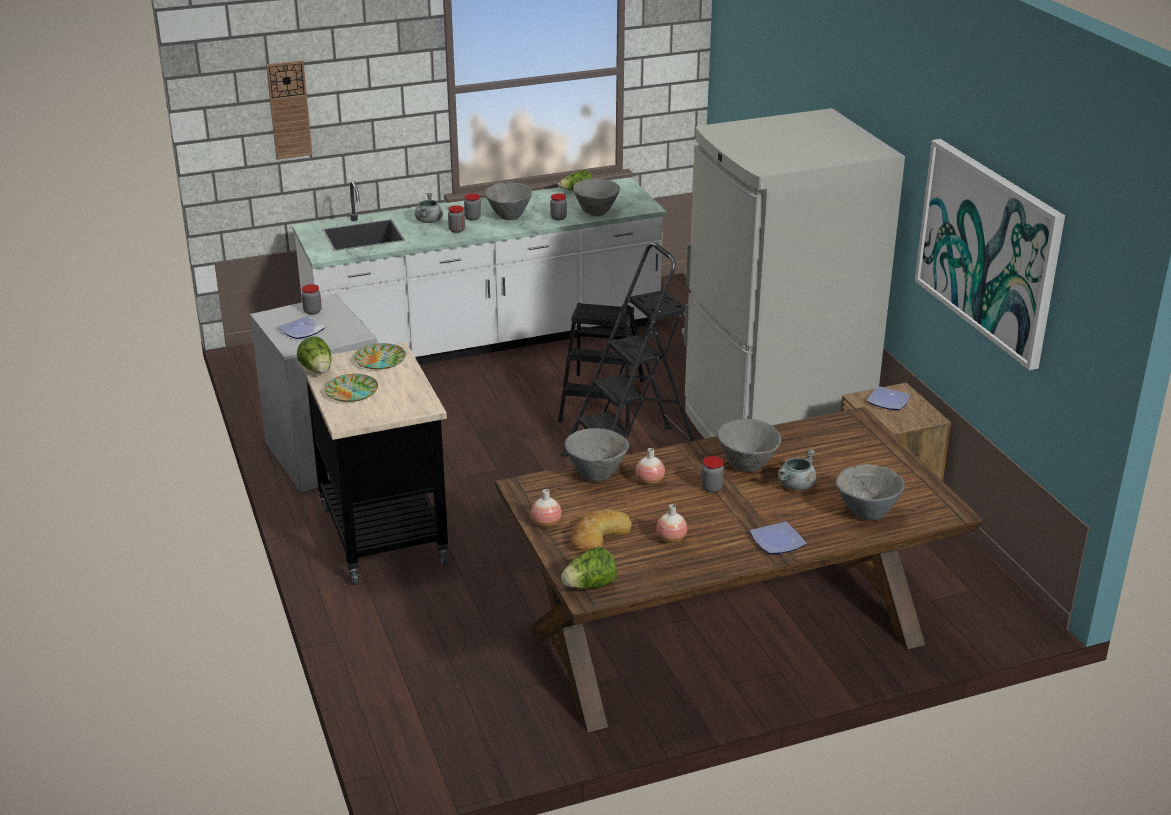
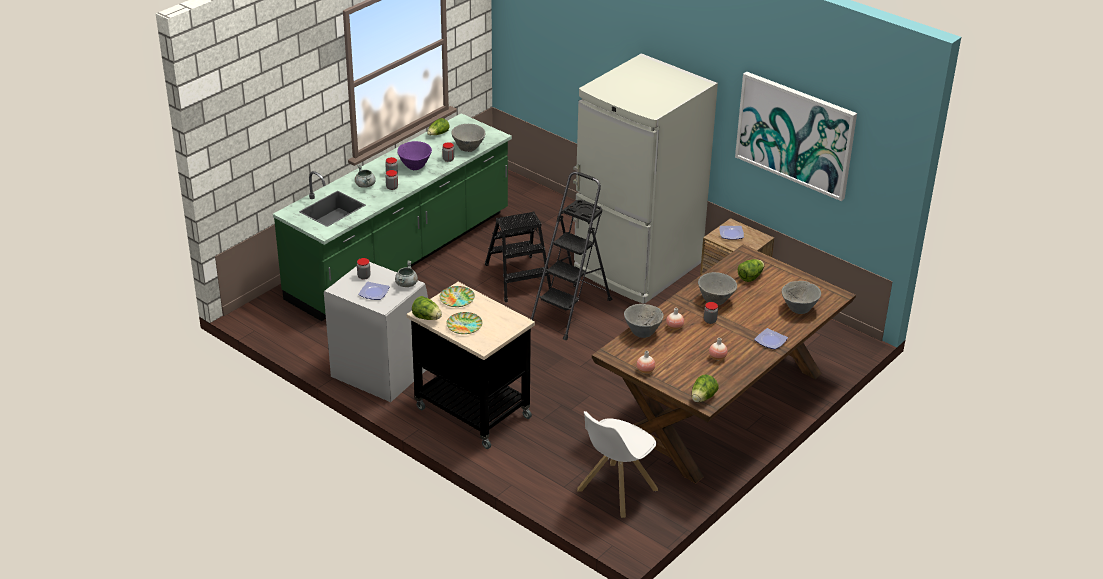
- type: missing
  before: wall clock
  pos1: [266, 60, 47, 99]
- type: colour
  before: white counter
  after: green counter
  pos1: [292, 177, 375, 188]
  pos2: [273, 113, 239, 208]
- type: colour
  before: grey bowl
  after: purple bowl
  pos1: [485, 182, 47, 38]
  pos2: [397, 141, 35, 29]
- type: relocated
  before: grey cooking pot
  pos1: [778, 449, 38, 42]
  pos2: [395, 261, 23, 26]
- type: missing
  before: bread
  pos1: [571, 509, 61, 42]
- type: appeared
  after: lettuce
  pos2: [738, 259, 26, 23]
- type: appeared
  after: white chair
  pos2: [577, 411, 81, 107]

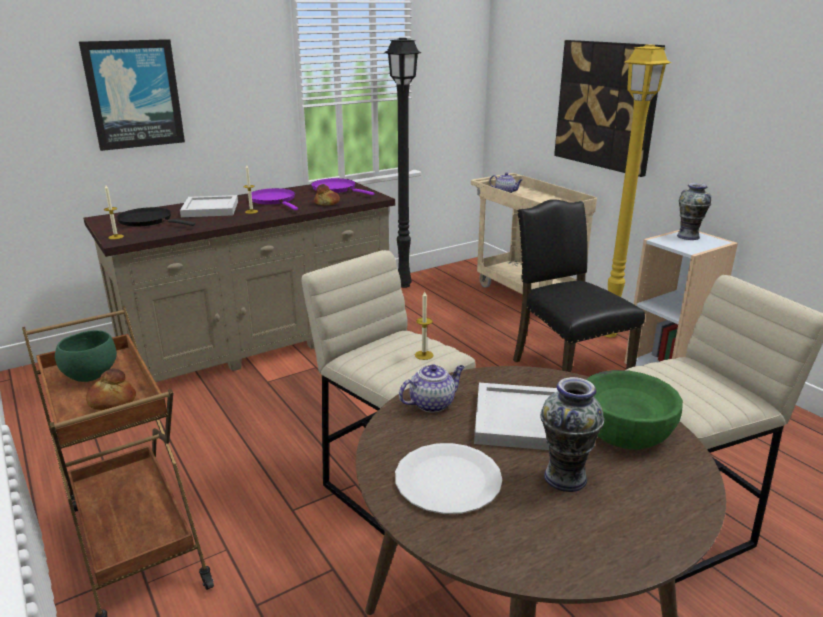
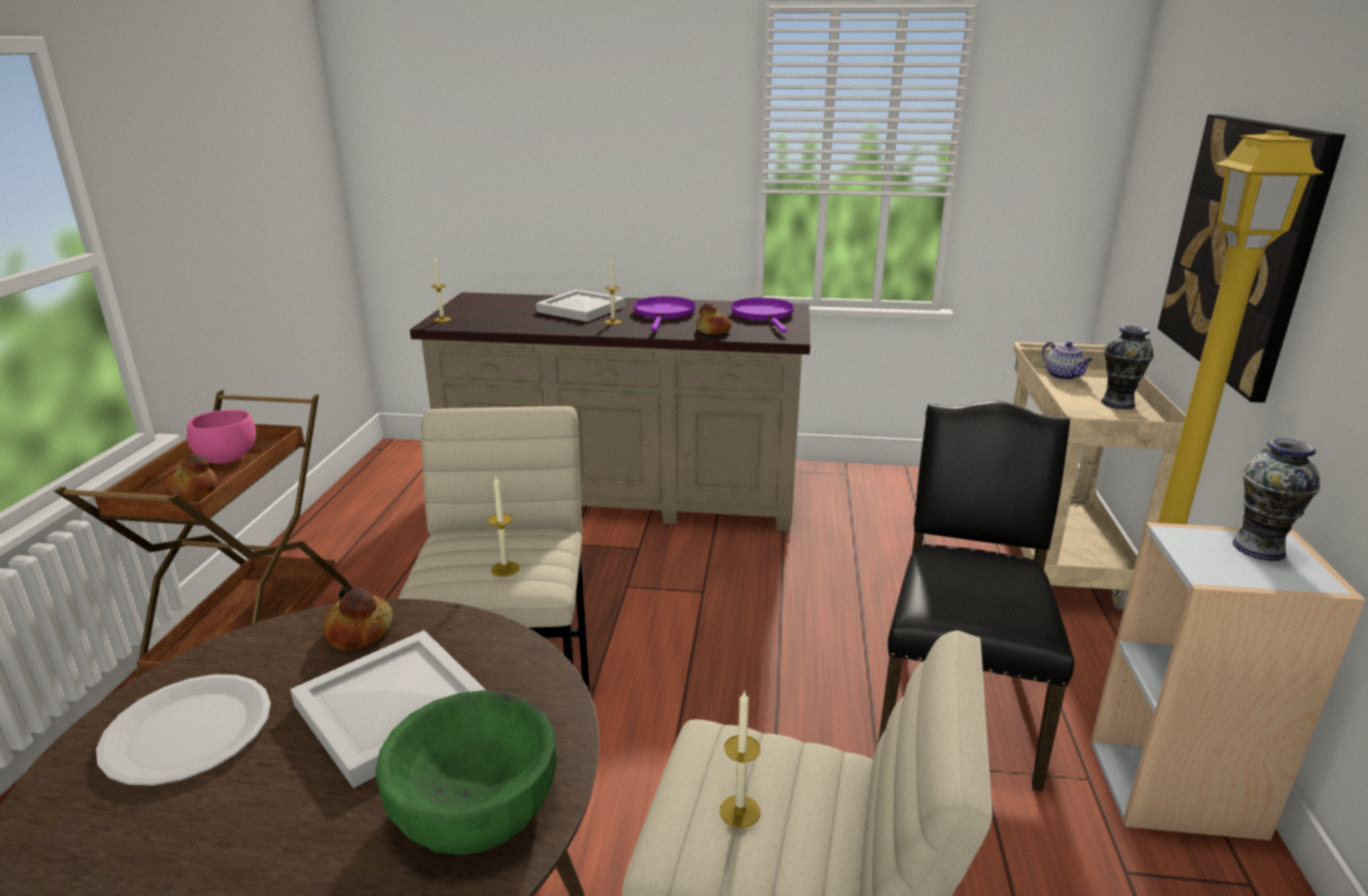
- type: missing
  before: black floor lamp
  pos1: [384, 38, 38, 250]
- type: missing
  before: picture
  pos1: [79, 39, 106, 112]
- type: missing
  before: black frying pan
  pos1: [116, 207, 79, 20]
- type: colour
  before: green bowl
  after: pink bowl
  pos1: [55, 330, 62, 52]
  pos2: [187, 410, 69, 54]
- type: exchanged
  before: teapot
  after: bread
  pos1: [399, 364, 66, 49]
  pos2: [323, 588, 70, 62]
- type: relocated
  before: vase
  pos1: [540, 377, 64, 115]
  pos2: [1101, 325, 53, 84]
- type: appeared
  after: candle
  pos2: [720, 690, 40, 138]

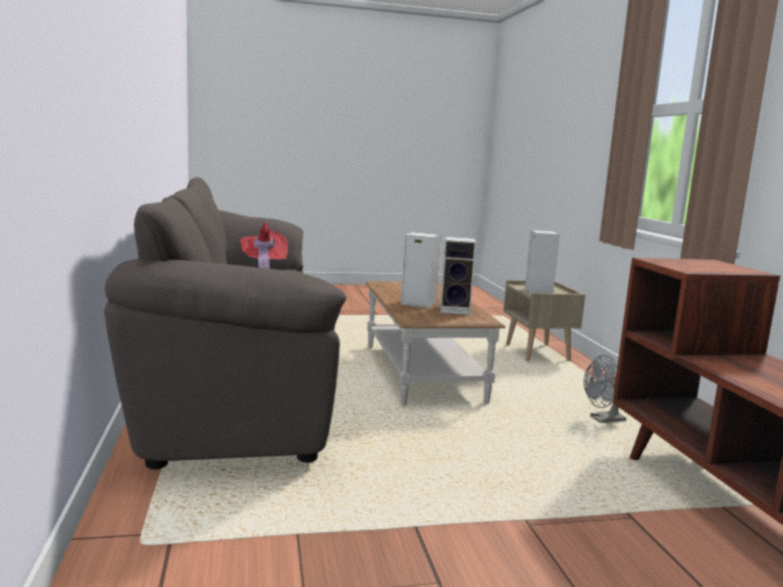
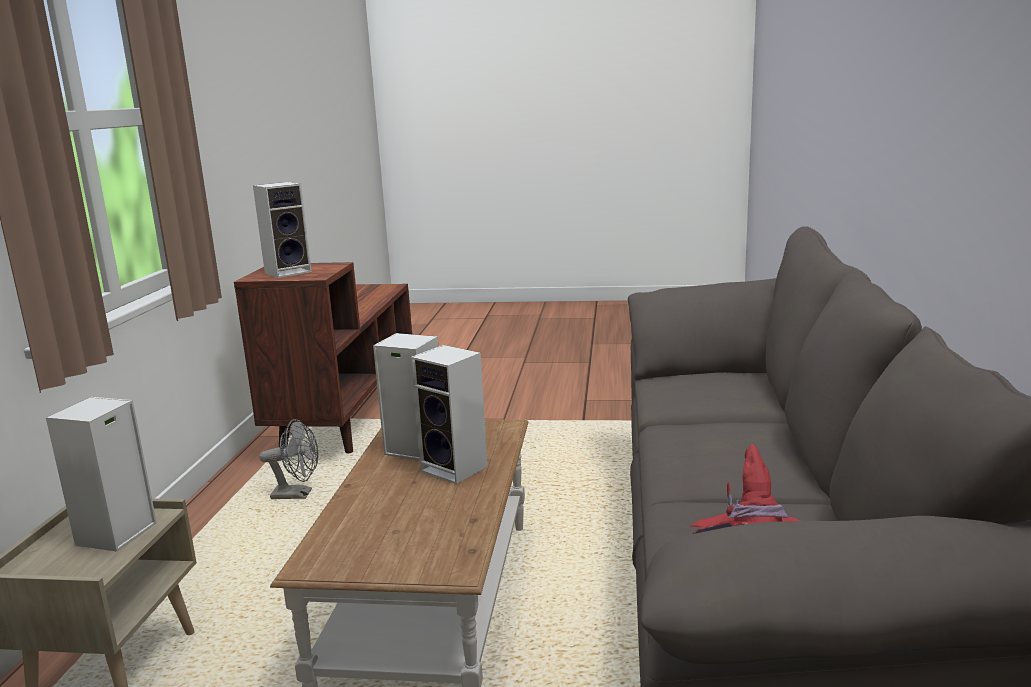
- type: appeared
  after: speaker
  pos2: [253, 182, 59, 96]

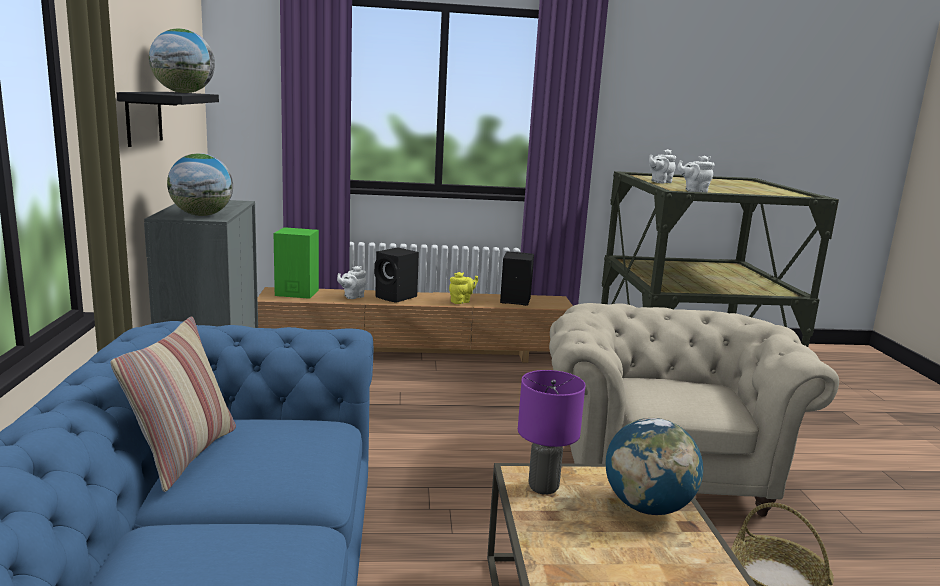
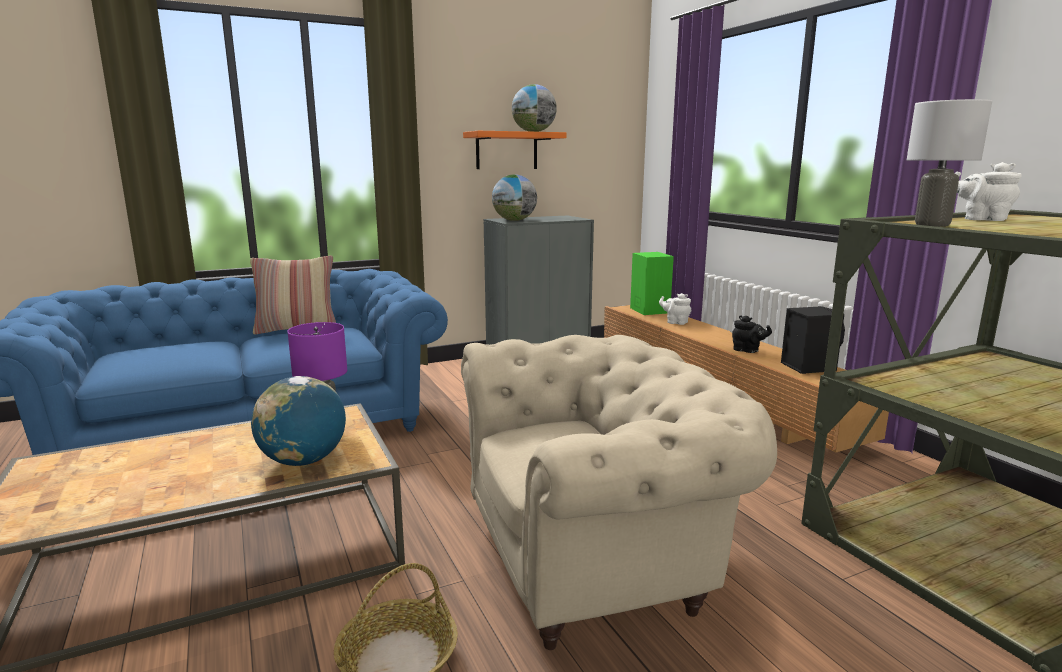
- type: colour
  before: black shelf
  after: orange shelf
  pos1: [117, 92, 102, 55]
  pos2: [463, 131, 104, 38]
- type: exchanged
  before: white teapot
  after: white table lamp
  pos1: [677, 155, 38, 37]
  pos2: [907, 99, 86, 128]
- type: missing
  before: black speaker
  pos1: [374, 247, 45, 56]
- type: colour
  before: yellow teapot
  after: black teapot
  pos1: [449, 272, 29, 32]
  pos2: [732, 315, 40, 38]

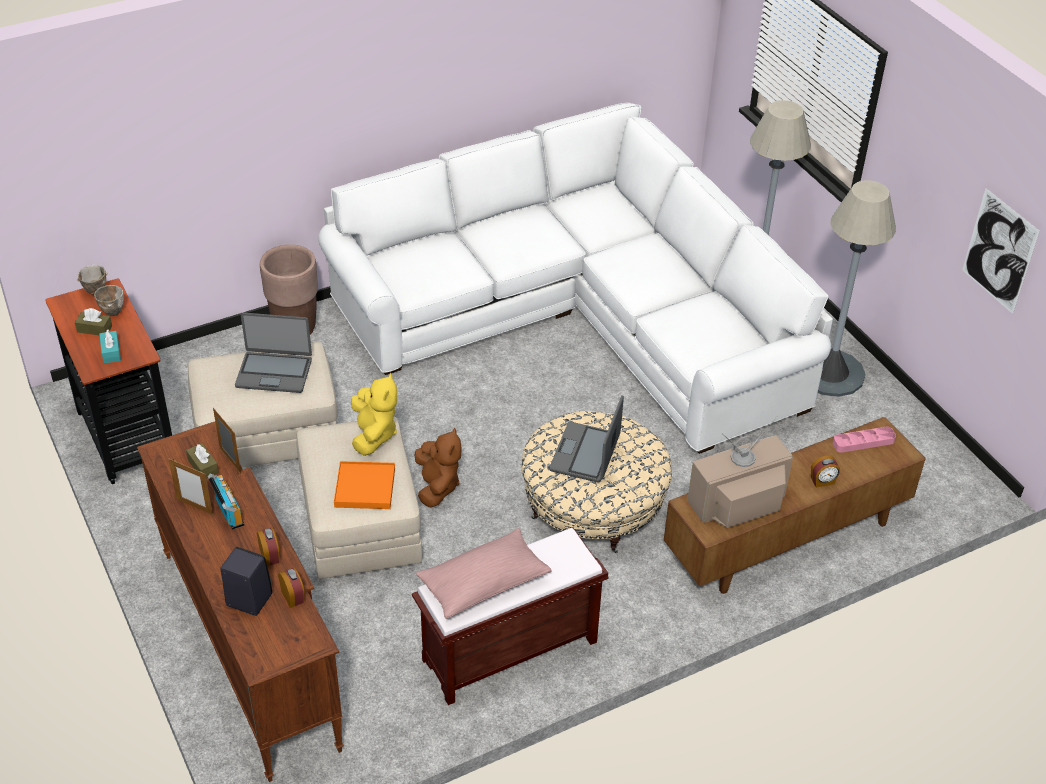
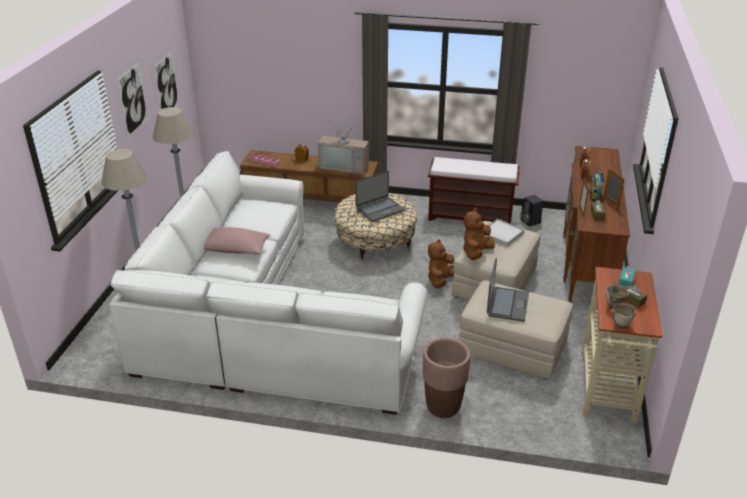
- type: colour
  before: black cart
  after: beige cart
  pos1: [45, 279, 127, 205]
  pos2: [582, 267, 80, 156]
- type: spun
  before: laptop
  pos1: [235, 313, 77, 80]
  pos2: [487, 258, 42, 64]
  turn: 60
- type: colour
  before: yellow plush toy
  after: brown plush toy
  pos1: [351, 372, 46, 84]
  pos2: [463, 209, 32, 51]
- type: colour
  before: orange tray
  after: white tray
  pos1: [334, 461, 61, 48]
  pos2: [484, 219, 41, 28]
- type: relocated
  before: pink pillow
  pos1: [416, 528, 135, 91]
  pos2: [204, 227, 66, 28]
- type: relocated
  before: black speaker
  pos1: [220, 547, 52, 69]
  pos2: [520, 195, 23, 31]
- type: appeared
  after: picture
  pos2: [117, 63, 31, 74]

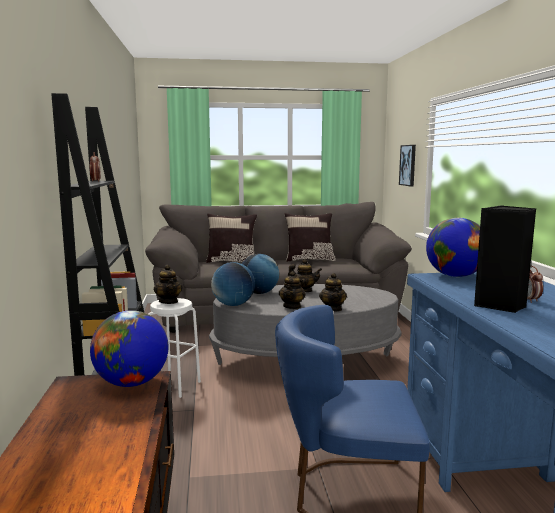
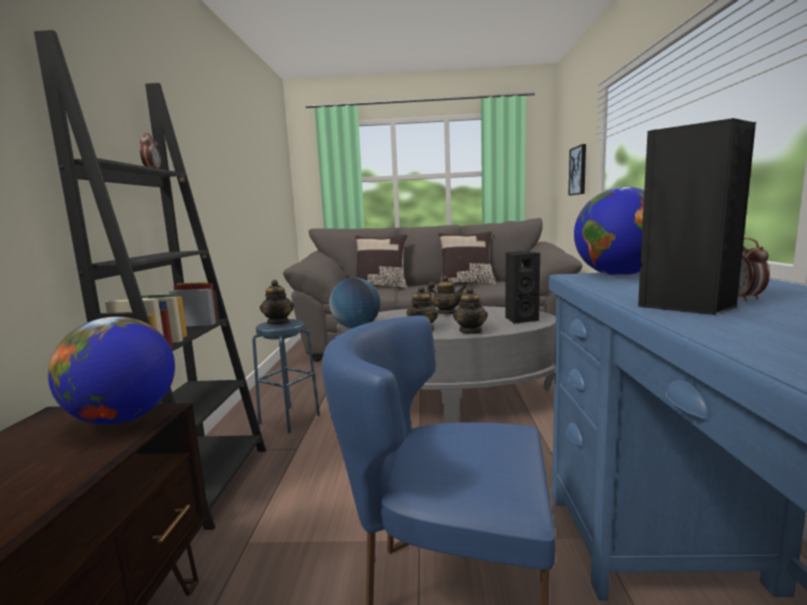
- type: missing
  before: globe
  pos1: [242, 254, 37, 40]
- type: colour
  before: white stool
  after: blue stool
  pos1: [148, 298, 53, 100]
  pos2: [252, 319, 68, 114]
- type: appeared
  after: black speaker
  pos2: [506, 251, 34, 73]

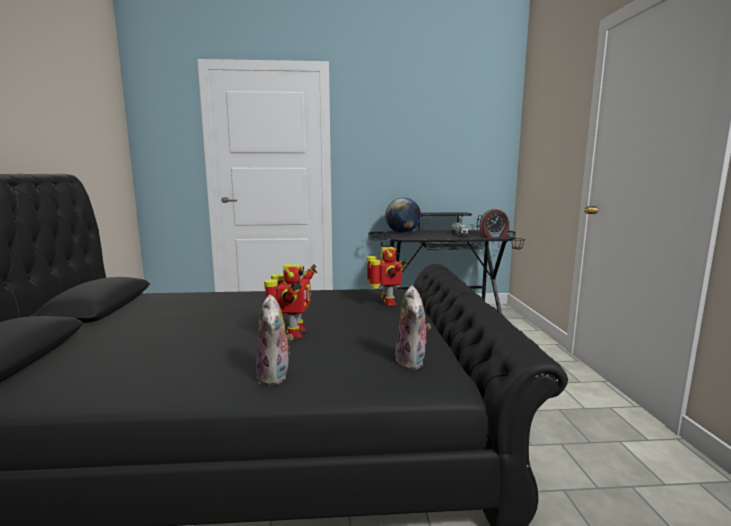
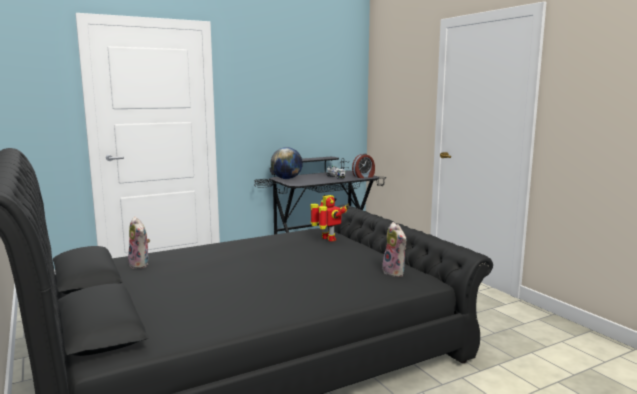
- type: missing
  before: toy robot
  pos1: [264, 264, 53, 74]
- type: relocated
  before: plush toy
  pos1: [256, 295, 37, 90]
  pos2: [128, 216, 22, 53]

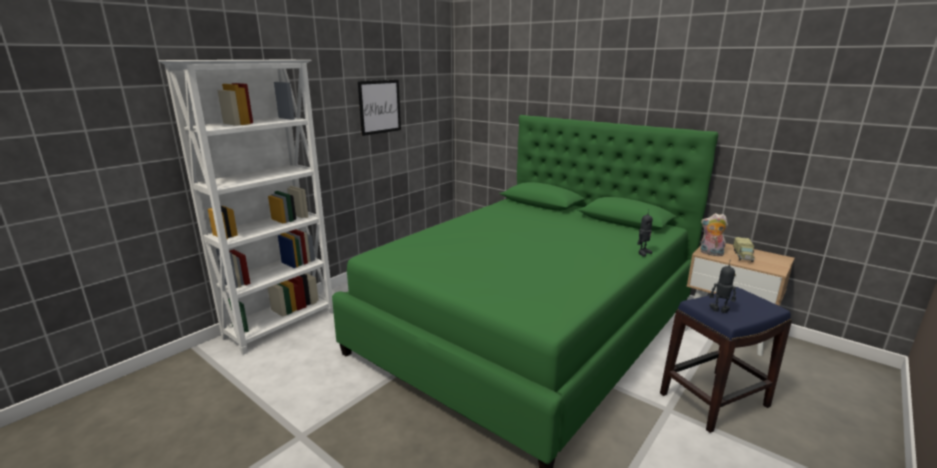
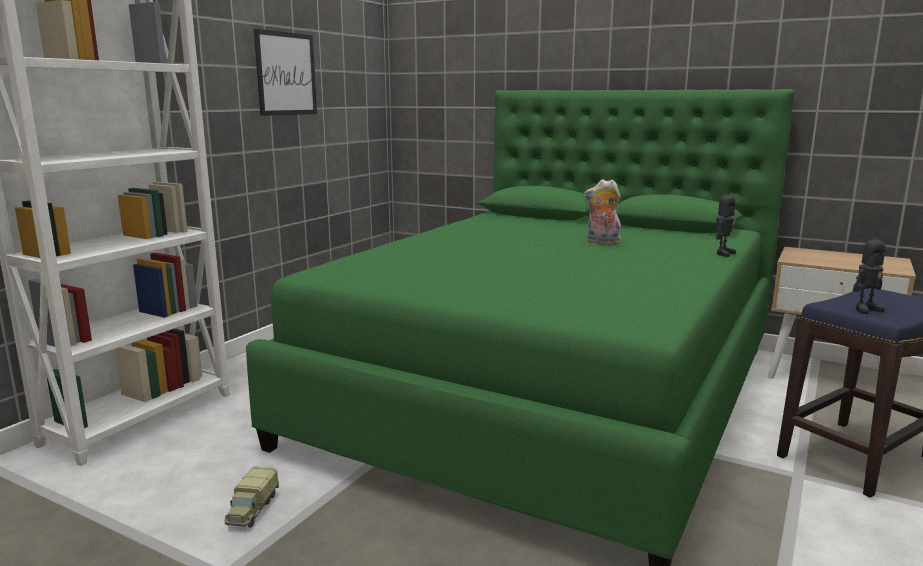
- type: relocated
  before: plush toy
  pos1: [700, 213, 28, 43]
  pos2: [584, 179, 37, 66]
- type: relocated
  before: toy truck
  pos1: [733, 237, 22, 25]
  pos2: [224, 466, 55, 62]
- type: spun
  before: toy robot
  pos1: [709, 260, 27, 53]
  pos2: [853, 228, 33, 86]
  turn: 150

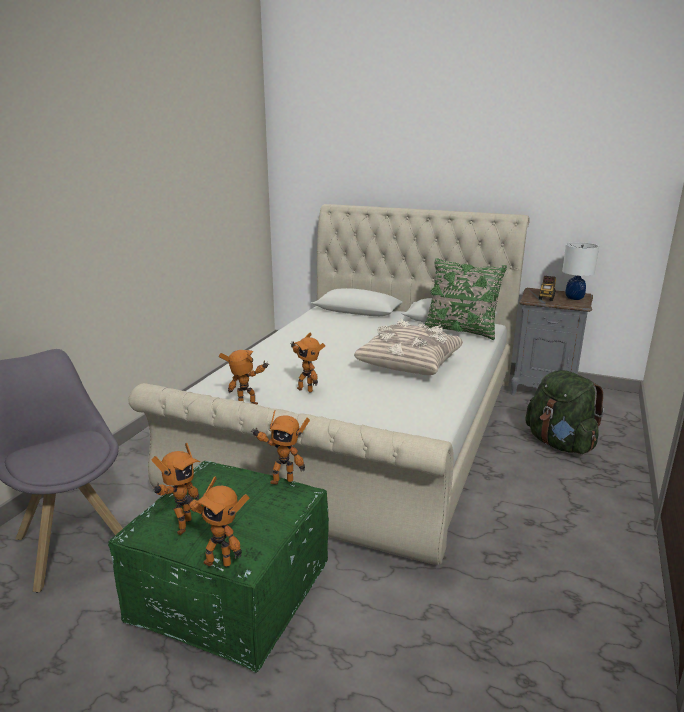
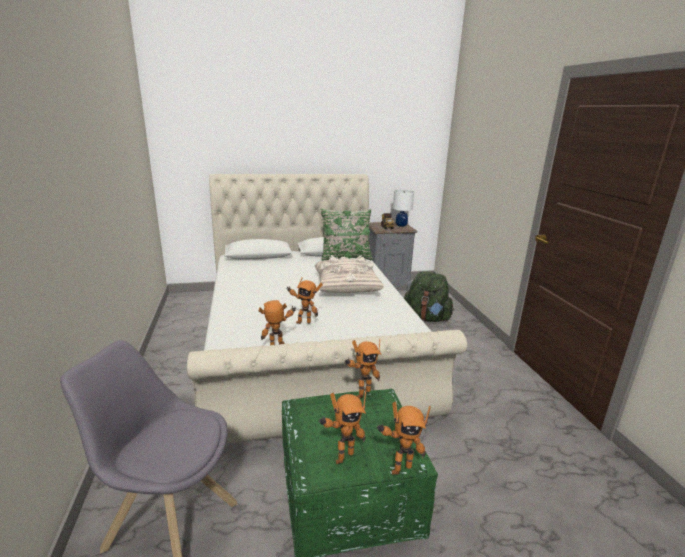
- type: spun
  before: toy robot
  pos1: [152, 443, 48, 92]
  pos2: [318, 391, 48, 73]
  turn: 75

